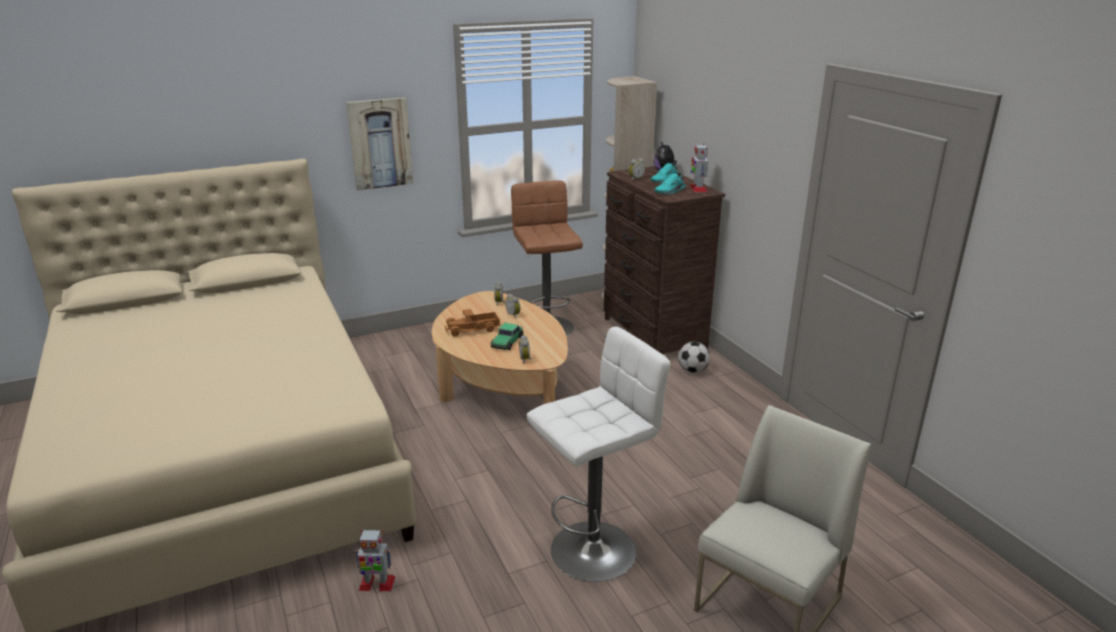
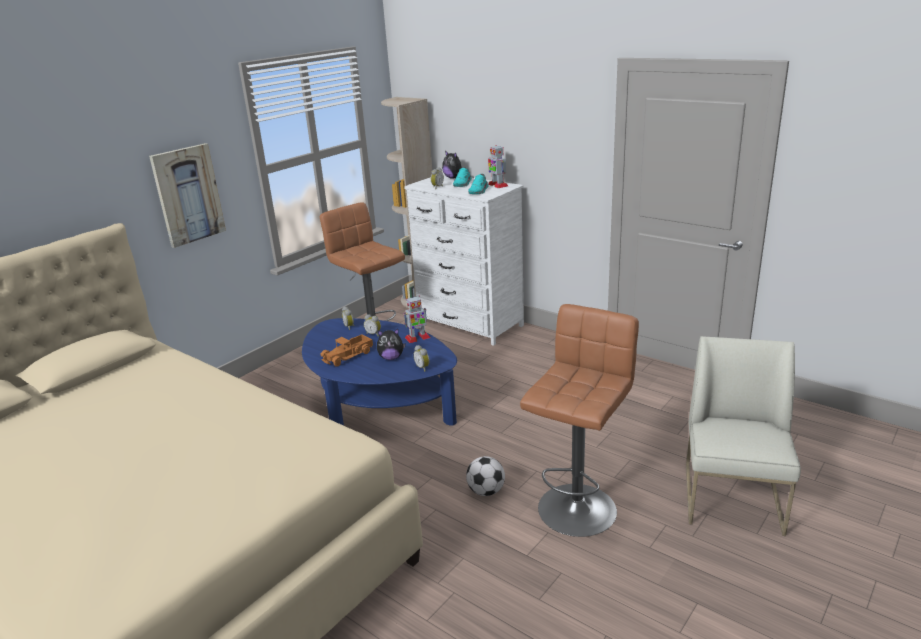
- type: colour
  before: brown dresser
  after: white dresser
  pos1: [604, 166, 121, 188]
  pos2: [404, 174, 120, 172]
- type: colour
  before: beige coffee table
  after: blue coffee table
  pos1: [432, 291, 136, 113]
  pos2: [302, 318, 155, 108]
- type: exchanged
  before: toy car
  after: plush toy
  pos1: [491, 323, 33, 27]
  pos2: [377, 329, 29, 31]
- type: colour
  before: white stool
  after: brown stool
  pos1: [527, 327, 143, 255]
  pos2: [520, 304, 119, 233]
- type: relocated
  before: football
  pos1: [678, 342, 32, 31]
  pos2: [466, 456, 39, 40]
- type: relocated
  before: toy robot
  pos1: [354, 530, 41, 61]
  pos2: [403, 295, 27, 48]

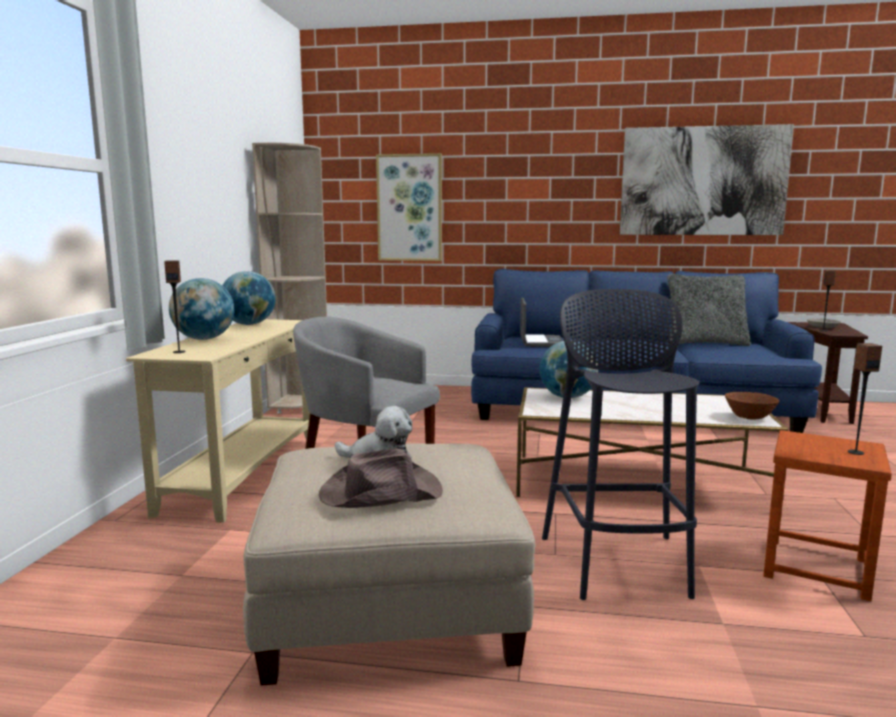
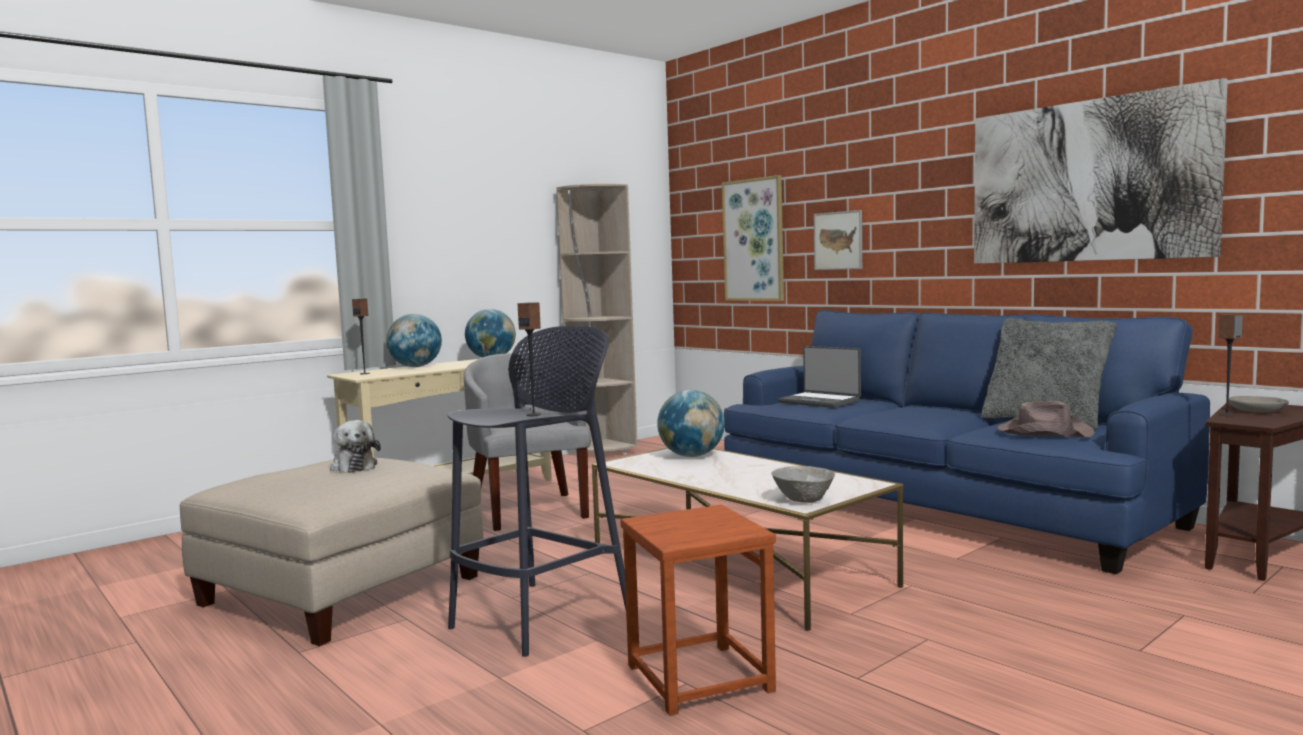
- type: spun
  before: laptop
  pos1: [520, 298, 43, 49]
  pos2: [778, 346, 83, 62]
  turn: 90
- type: relocated
  before: speaker
  pos1: [848, 343, 34, 112]
  pos2: [518, 302, 23, 114]
- type: colour
  before: brown bowl
  after: grey bowl
  pos1: [725, 392, 54, 28]
  pos2: [771, 466, 64, 37]
- type: relocated
  before: brown hat
  pos1: [319, 448, 124, 60]
  pos2: [997, 401, 98, 37]
- type: appeared
  after: picture
  pos2: [814, 210, 48, 60]

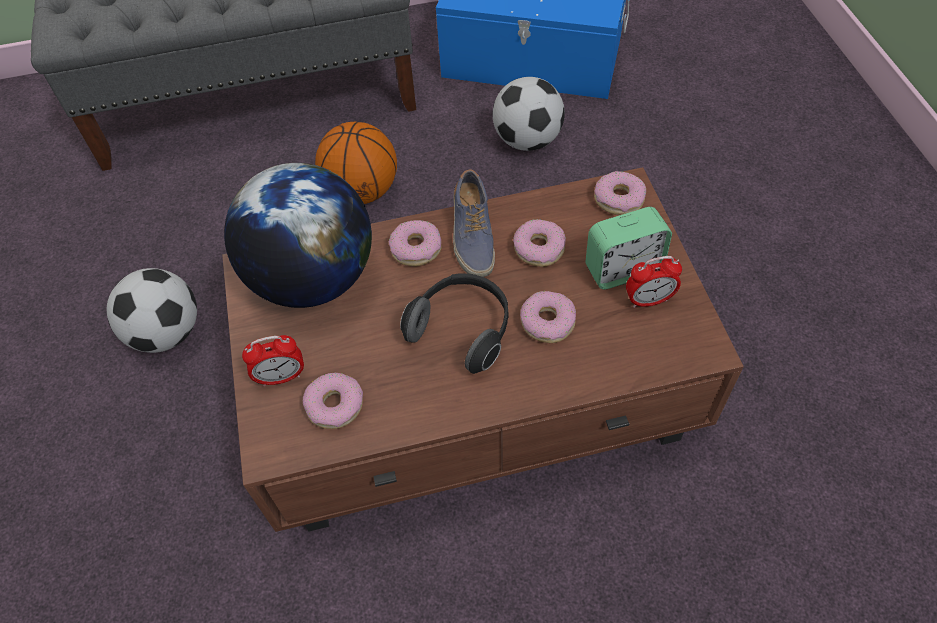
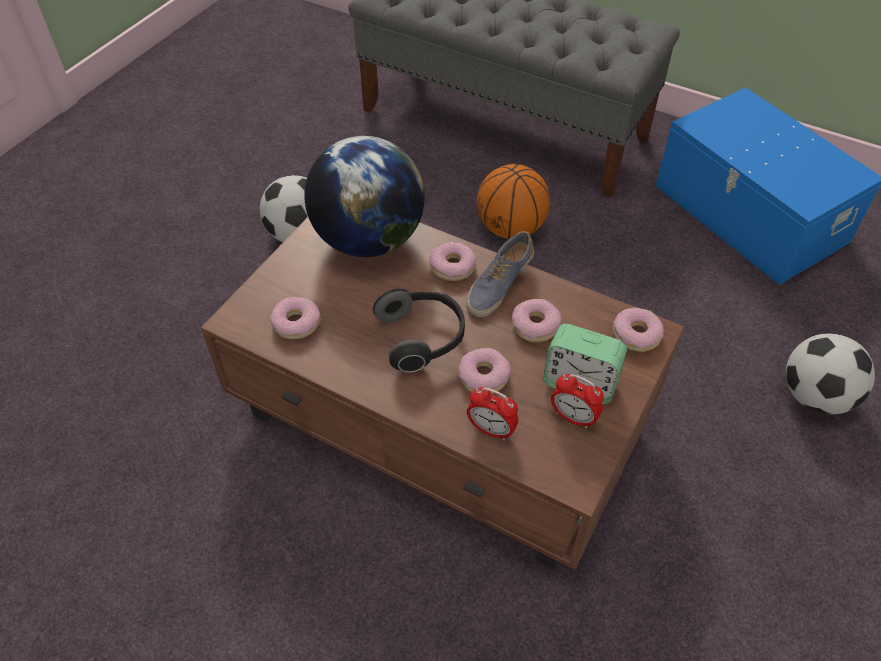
- type: relocated
  before: football
  pos1: [492, 77, 73, 74]
  pos2: [786, 334, 89, 80]
- type: relocated
  before: alarm clock
  pos1: [242, 335, 62, 51]
  pos2: [467, 387, 51, 54]

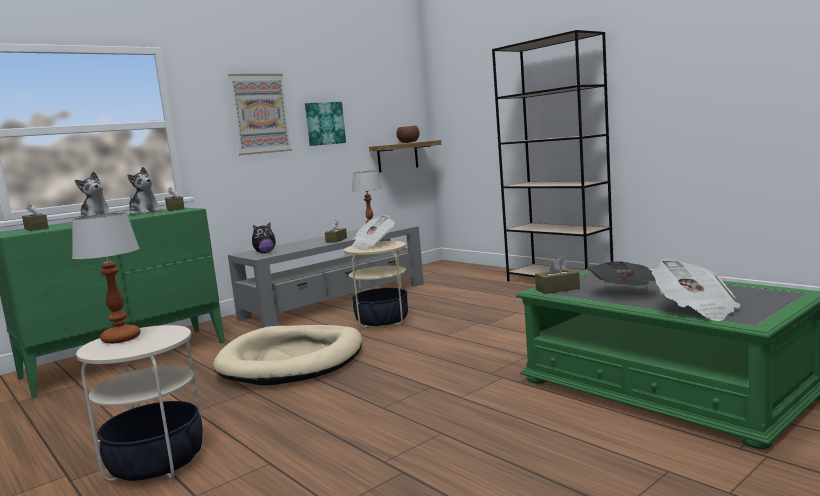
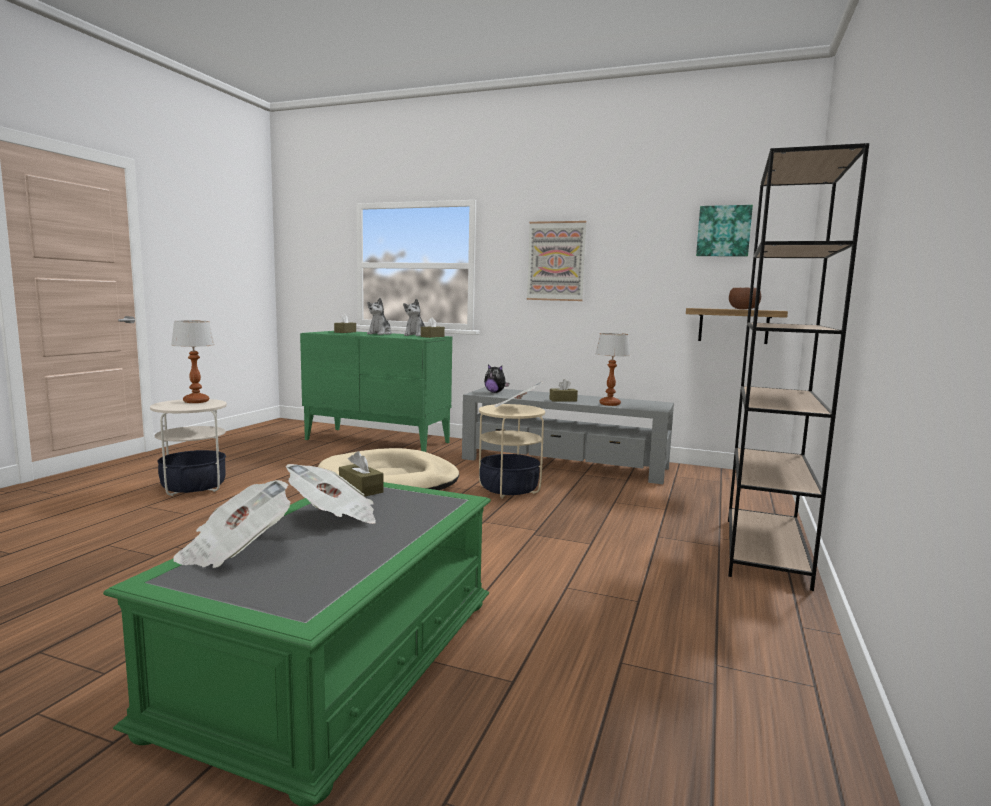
- type: relocated
  before: picture
  pos1: [305, 102, 41, 44]
  pos2: [696, 205, 57, 51]

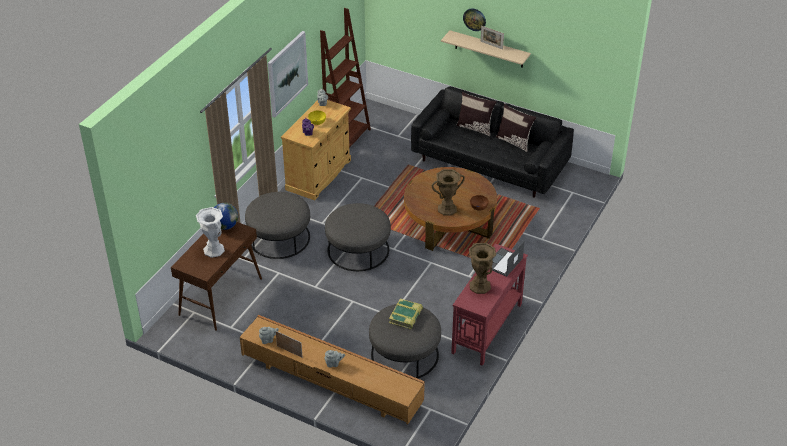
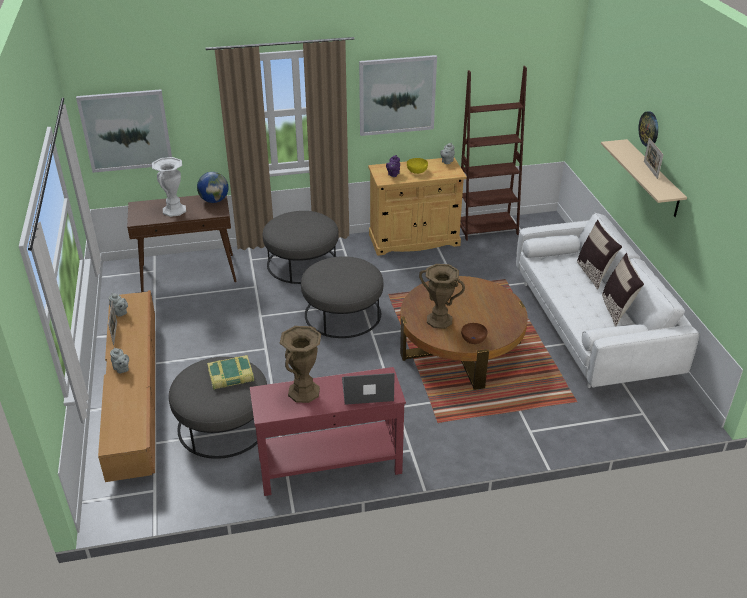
- type: colour
  before: black sofa
  after: white sofa
  pos1: [411, 86, 163, 112]
  pos2: [516, 213, 183, 175]
- type: appeared
  after: picture
  pos2: [76, 89, 96, 84]

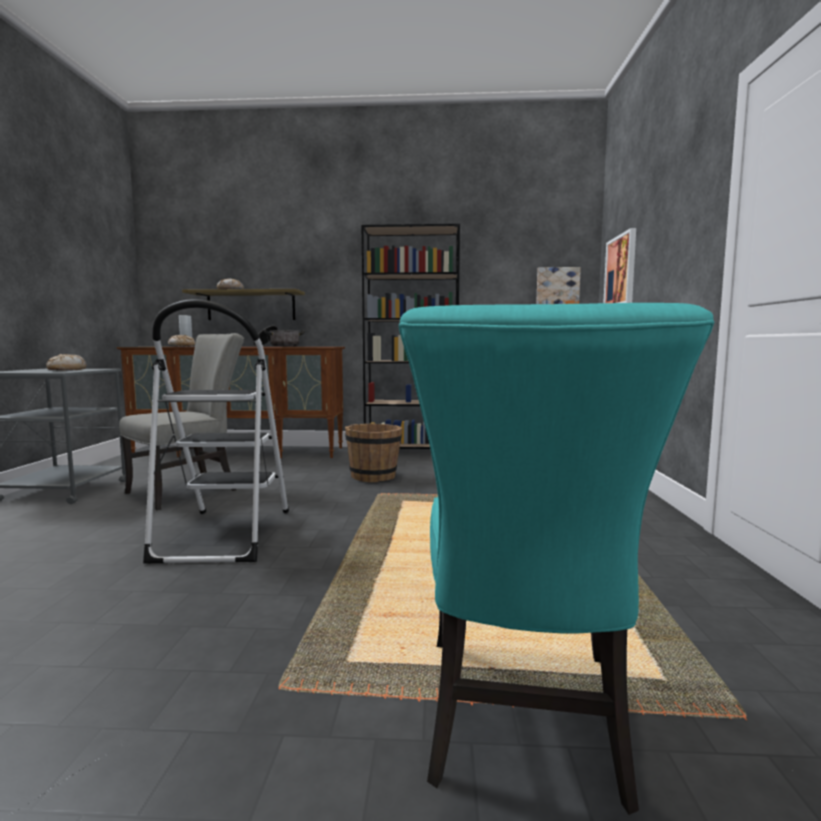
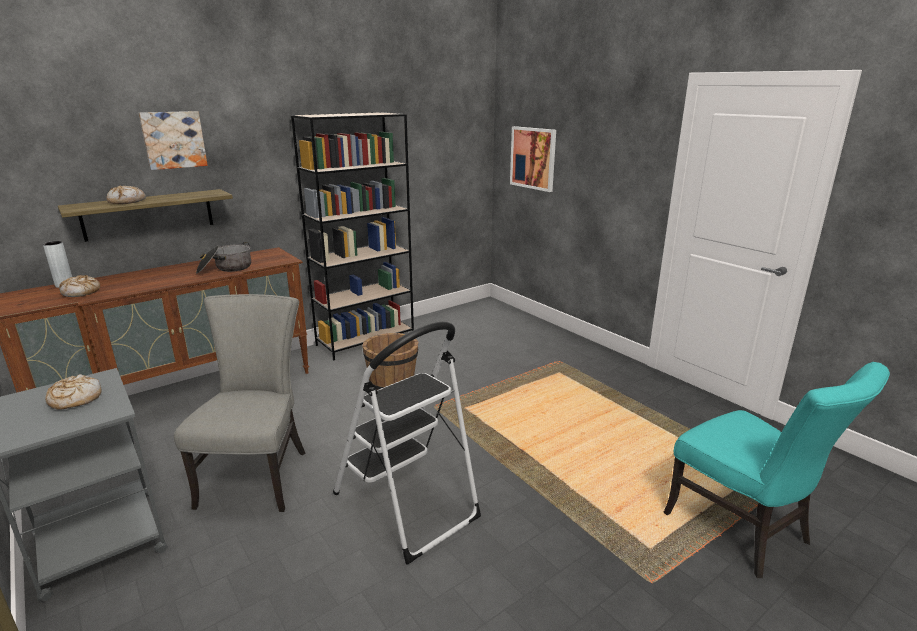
- type: relocated
  before: picture
  pos1: [536, 267, 45, 37]
  pos2: [139, 111, 69, 59]

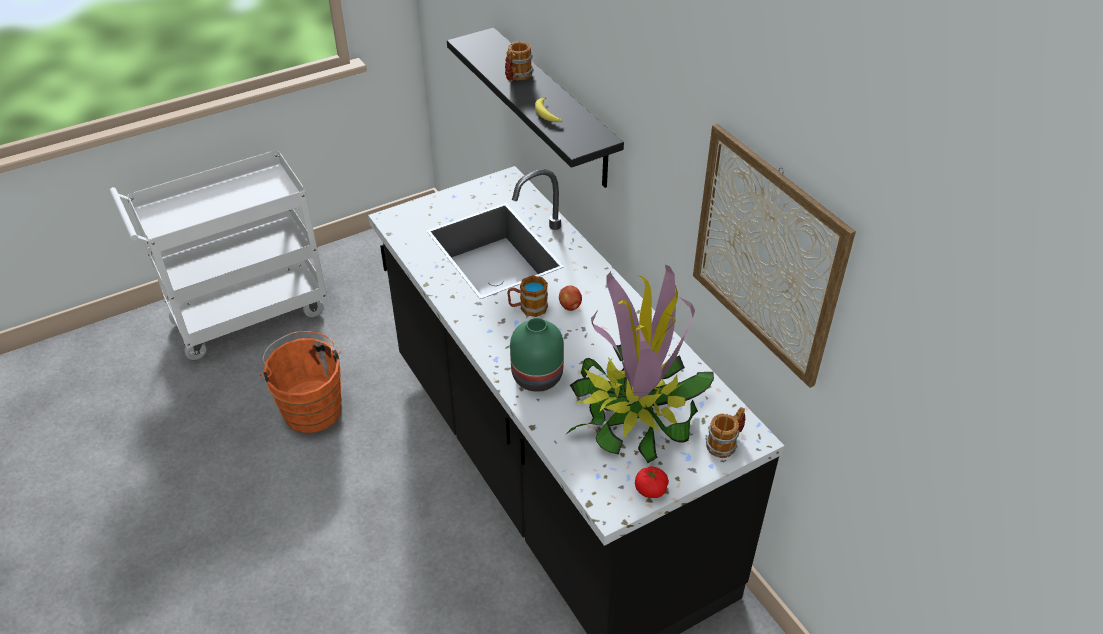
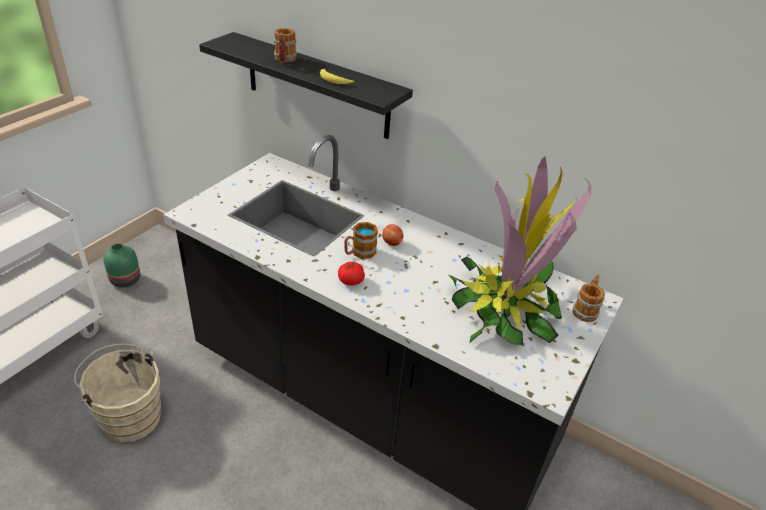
- type: missing
  before: picture
  pos1: [693, 124, 163, 264]
- type: relocated
  before: green vase
  pos1: [510, 318, 54, 74]
  pos2: [104, 244, 36, 44]
- type: colour
  before: orange bucket
  after: beige bucket
  pos1: [260, 331, 82, 102]
  pos2: [74, 344, 87, 98]
- type: relocated
  before: tomato
  pos1: [635, 466, 34, 32]
  pos2: [338, 262, 27, 24]

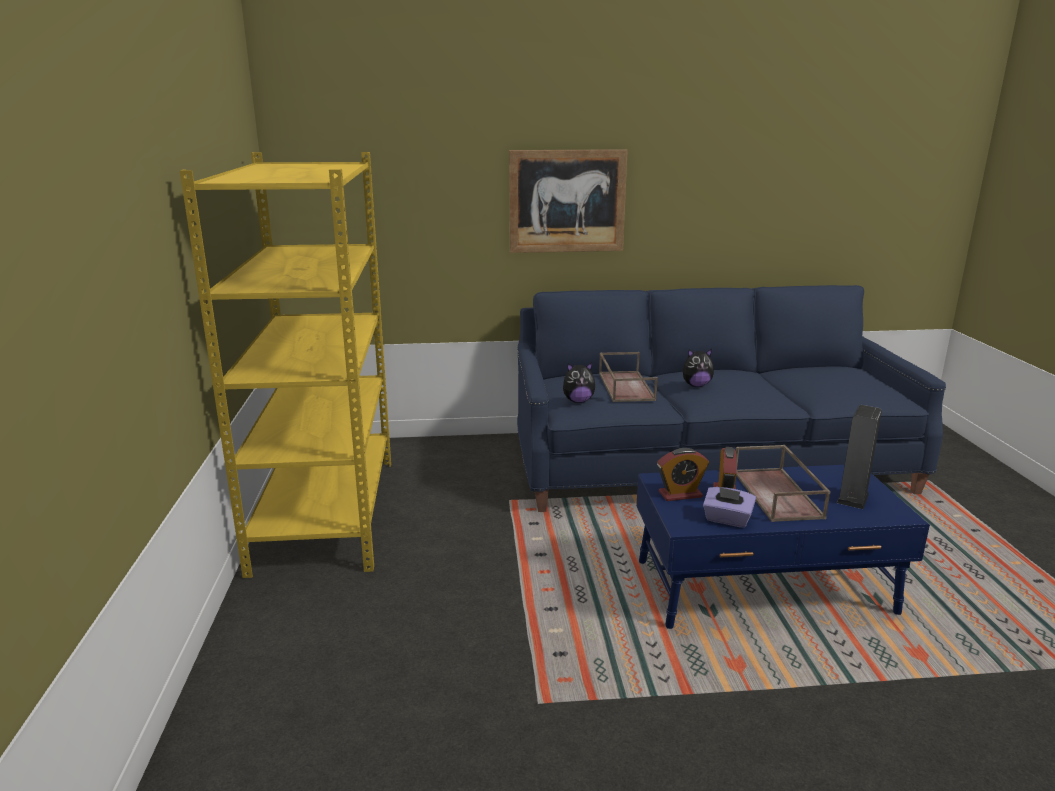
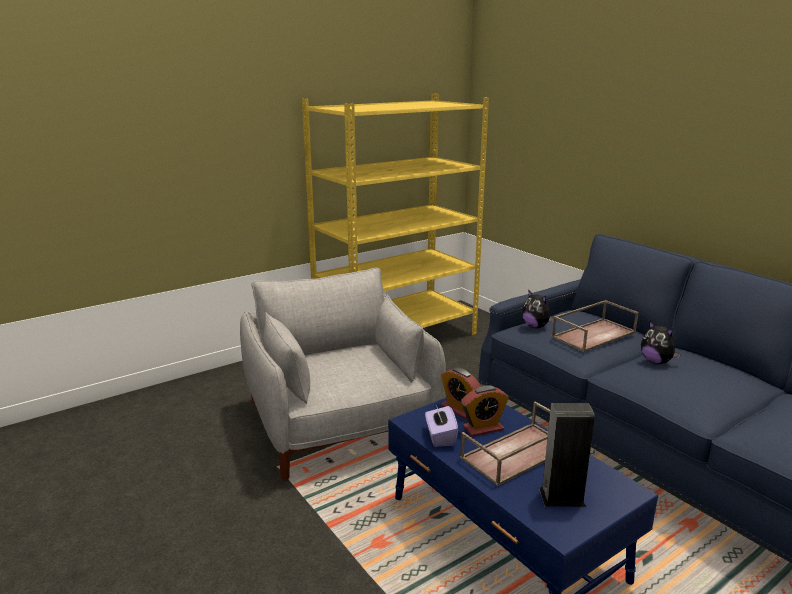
- type: missing
  before: picture
  pos1: [509, 149, 119, 104]
- type: appeared
  after: grey armchair
  pos2: [240, 268, 206, 213]

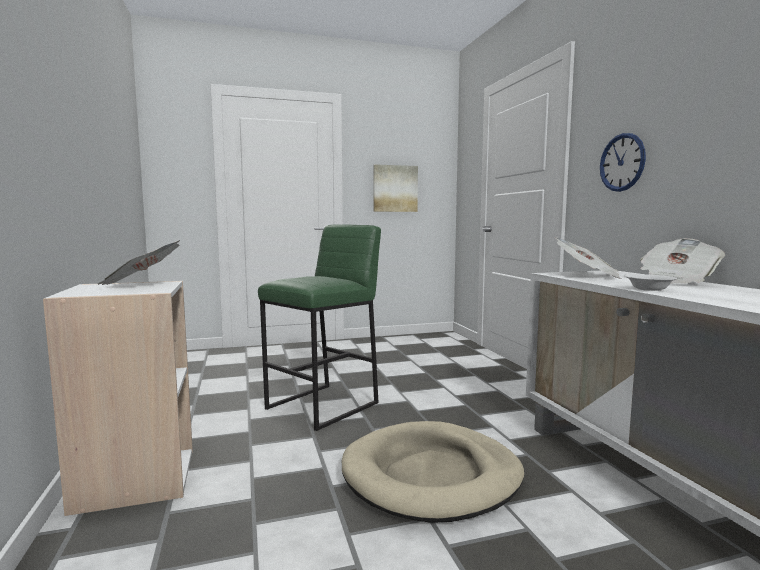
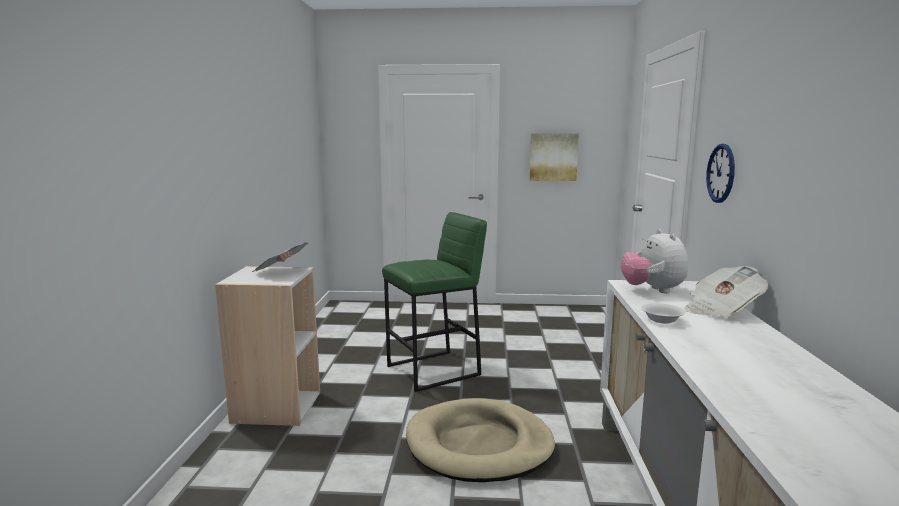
- type: exchanged
  before: newspaper
  after: plush toy
  pos1: [555, 237, 66, 42]
  pos2: [621, 229, 67, 64]

